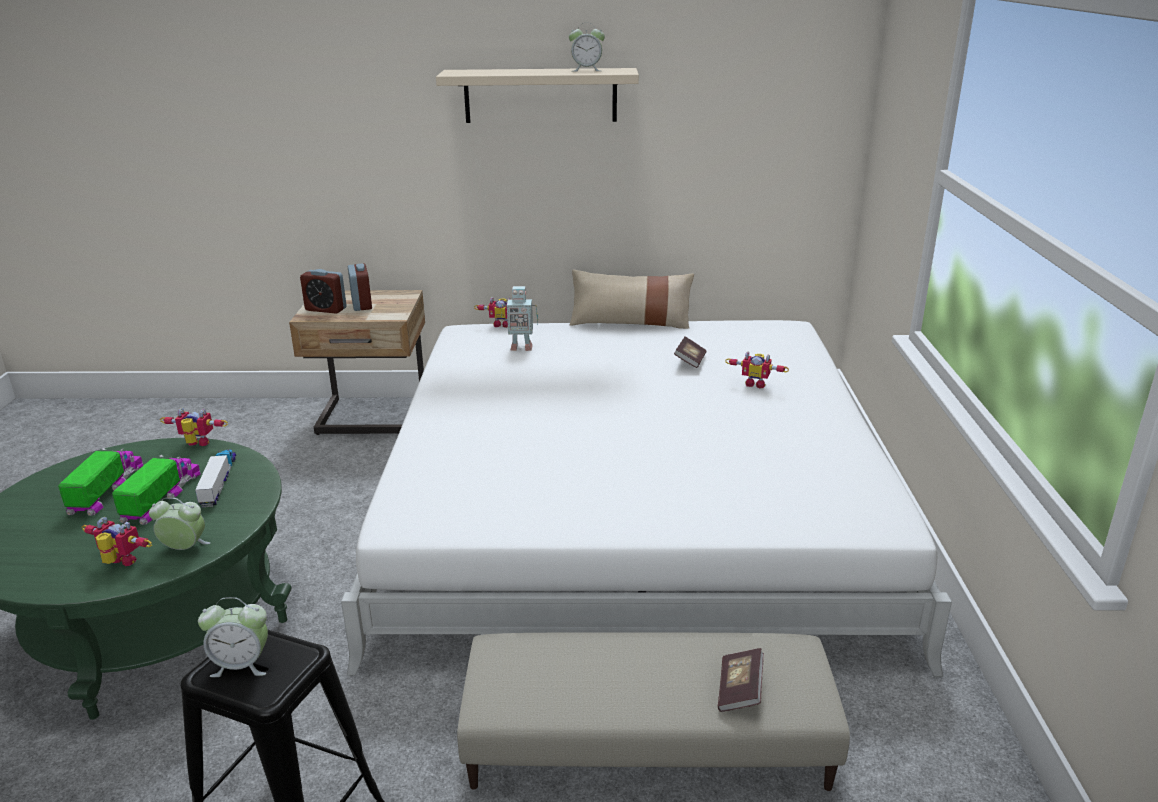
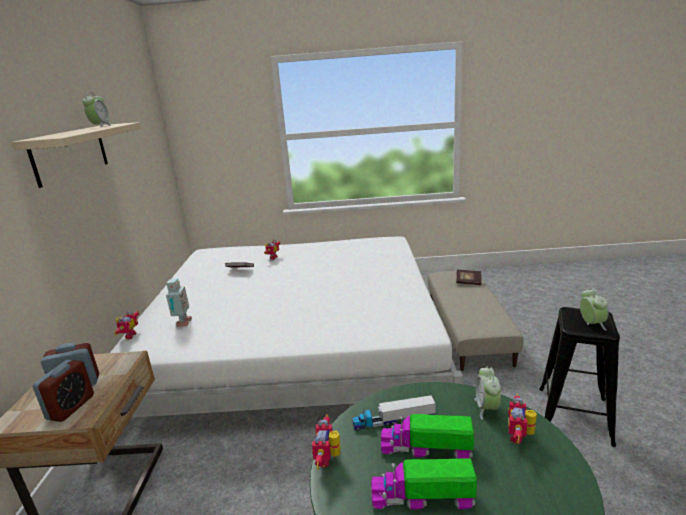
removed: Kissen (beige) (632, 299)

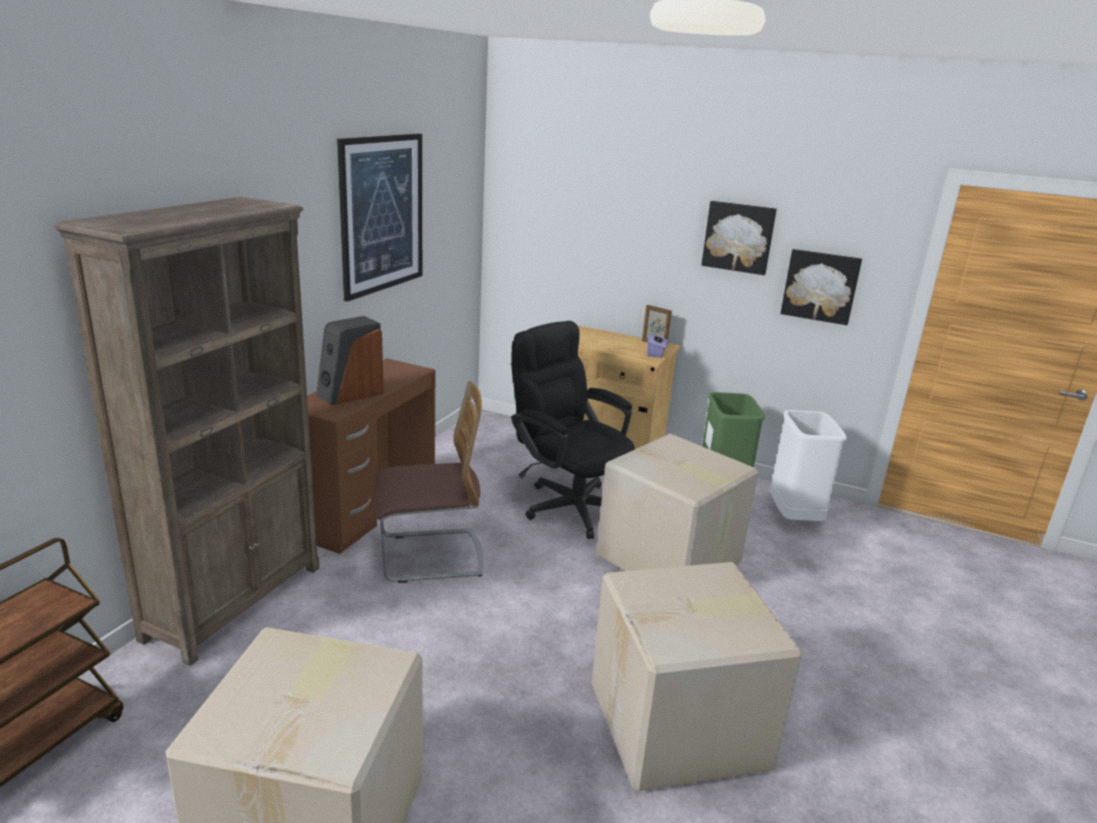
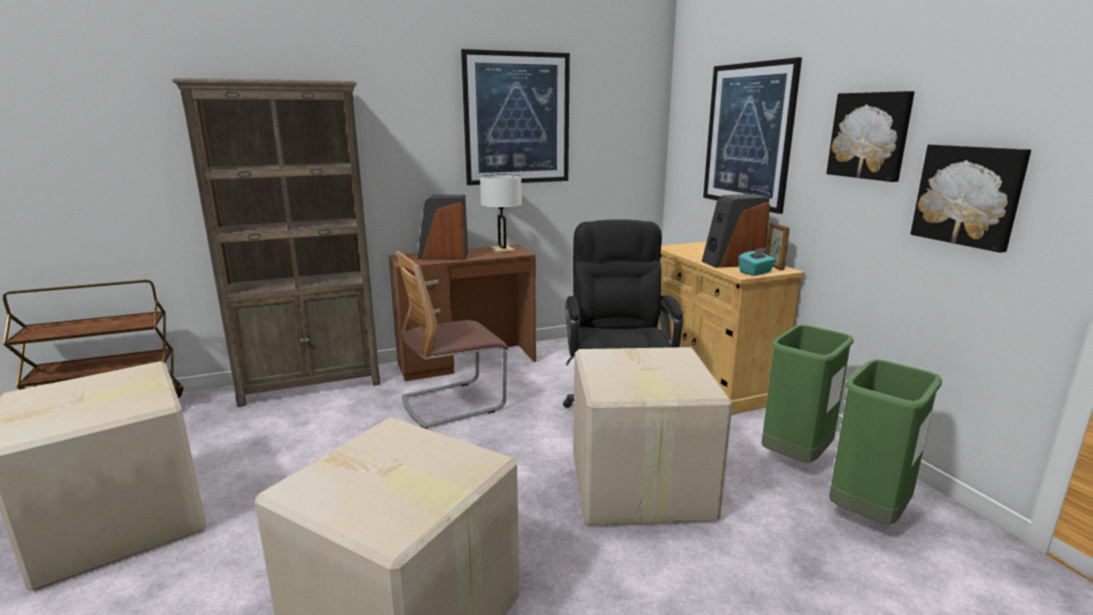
added: Bild (752, 135); Tischlampe (weiß) (501, 213); Lautsprecher (736, 231)
recoloured: Taschentuchbox (lila) (657, 346) to Taschentuchbox (türkis) (757, 261); Mülleimer (weiß) (808, 465) to Mülleimer (grün) (885, 442)
turned: Stuhl (429, 482) = (452, 340) 120 degrees clockwise

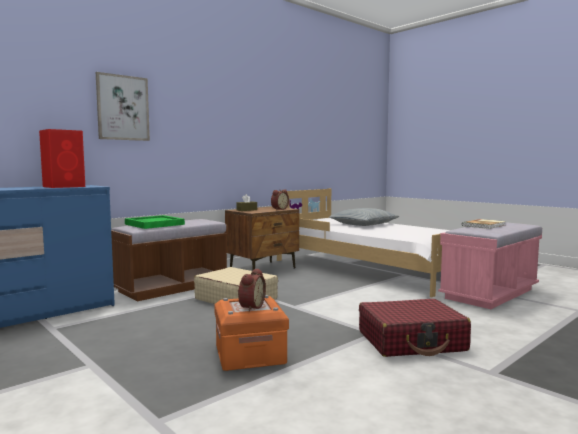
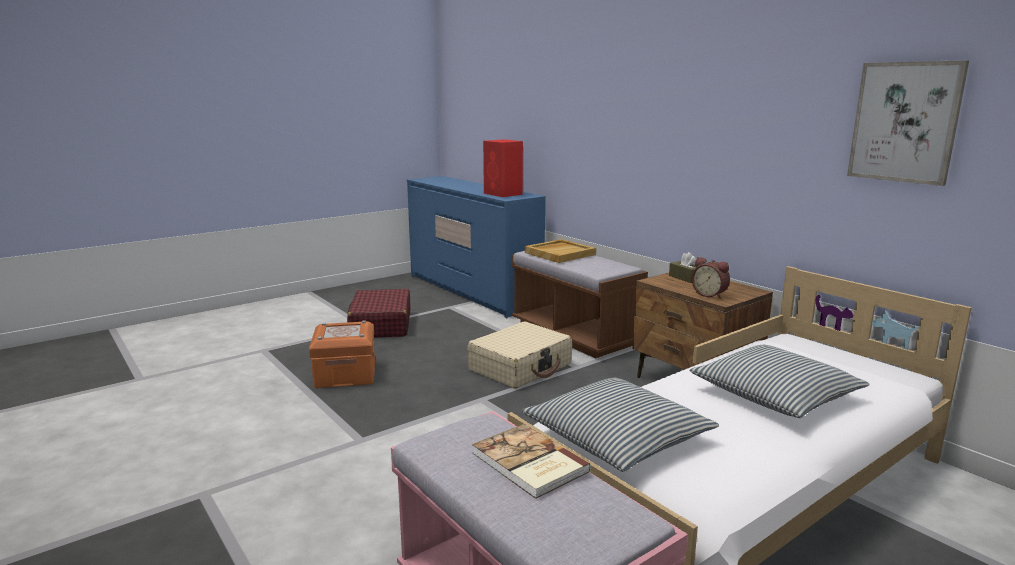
removed: Wecker (252, 290)
added: Kissen (620, 425)
moved: Bild (123, 106) to (908, 123); Koffer (rot) (415, 328) to (378, 313)
recoloured: Tablett (grün) (155, 222) to Tablett (beige) (560, 251)

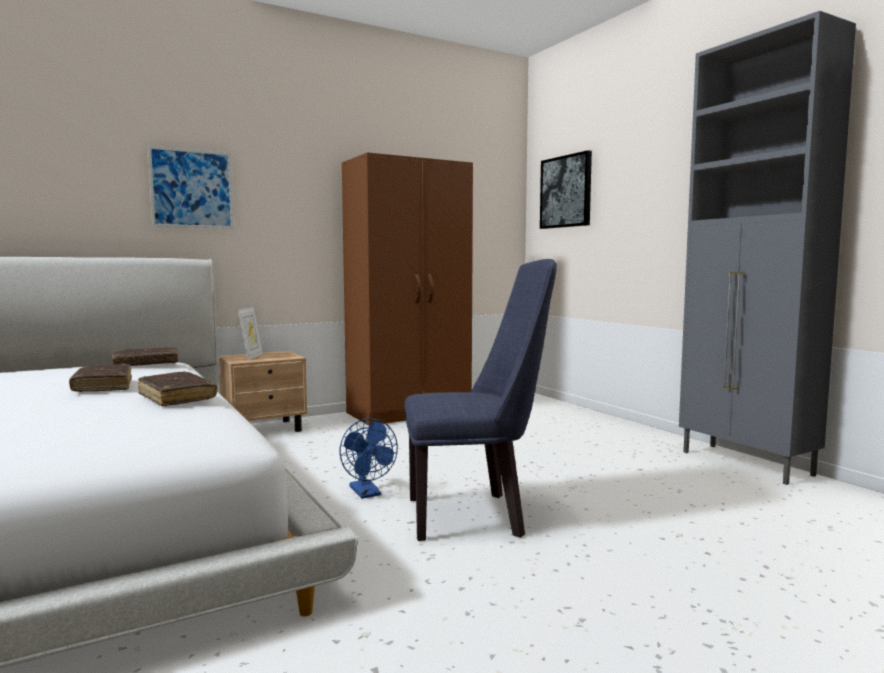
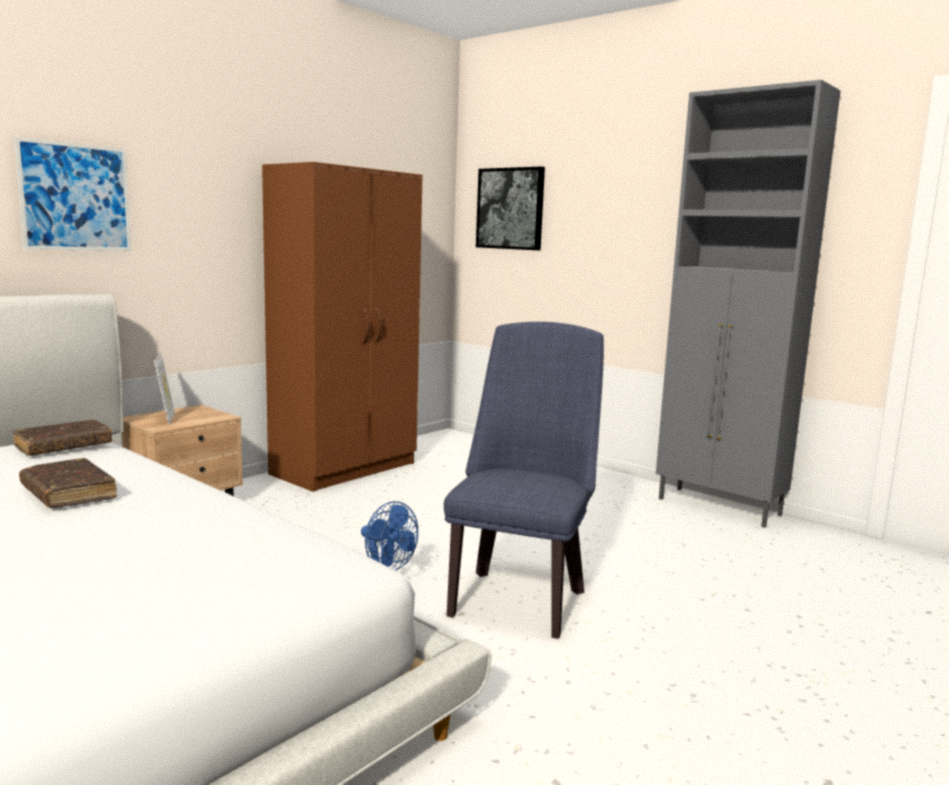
removed: Buch (braun) (177, 388)
turned: Stuhl (blau) (480, 400) = (524, 480) 45 degrees counterclockwise

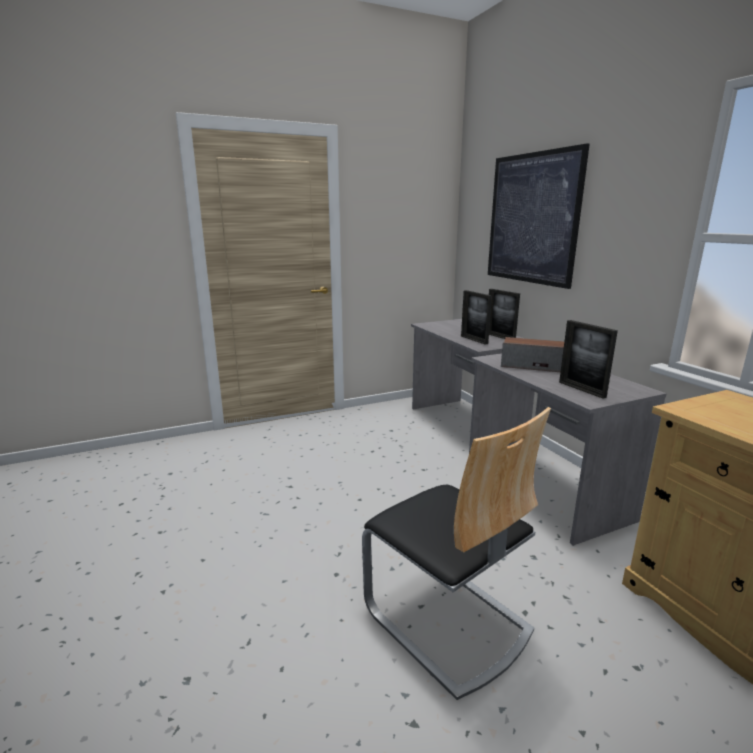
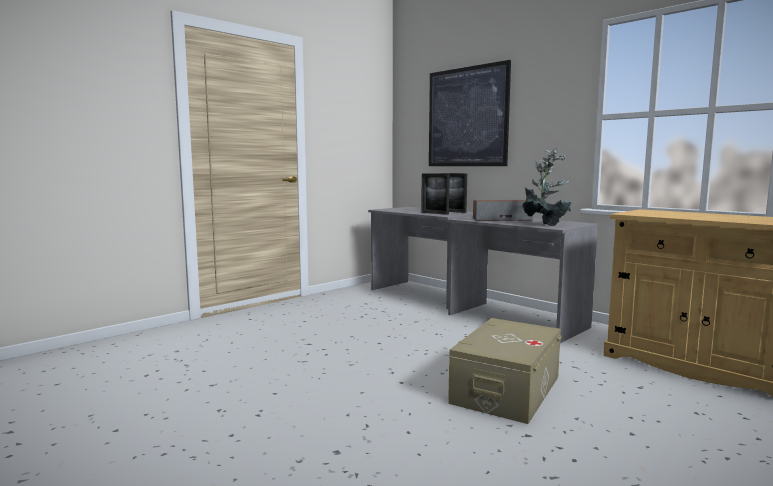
replaced: Bilderrahmen (588, 359) to Topfpflanze (547, 187); Stuhl (456, 553) to Aufbewahrungsbox (beige) (505, 371)

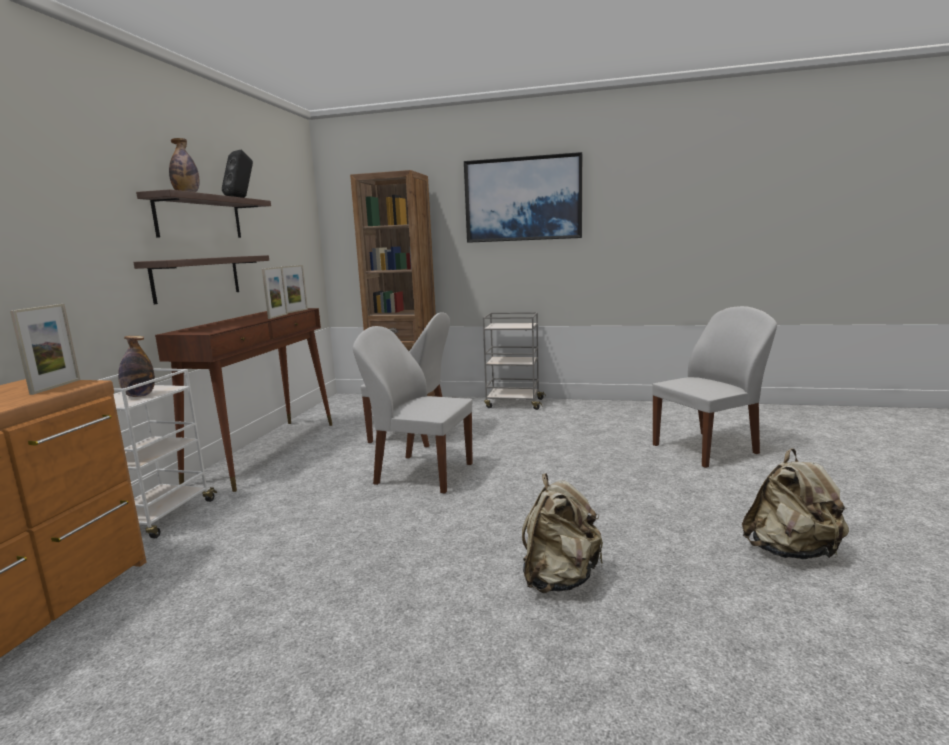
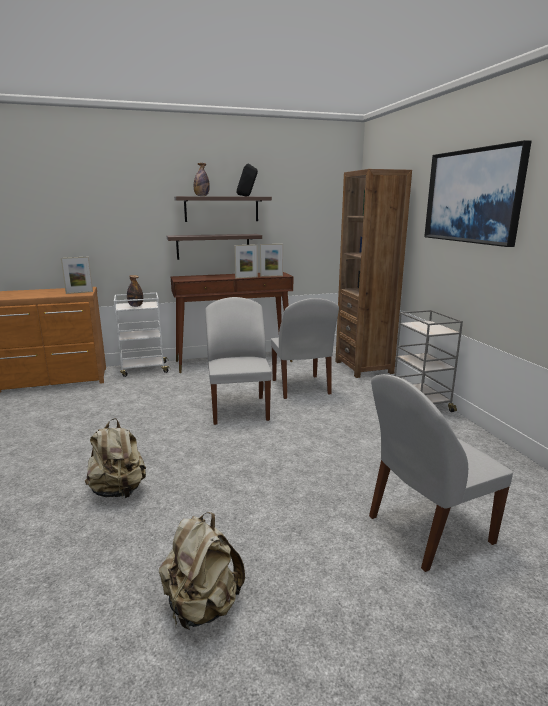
turned: Stuhl (weiß) (714, 387) = (441, 473) 120 degrees clockwise

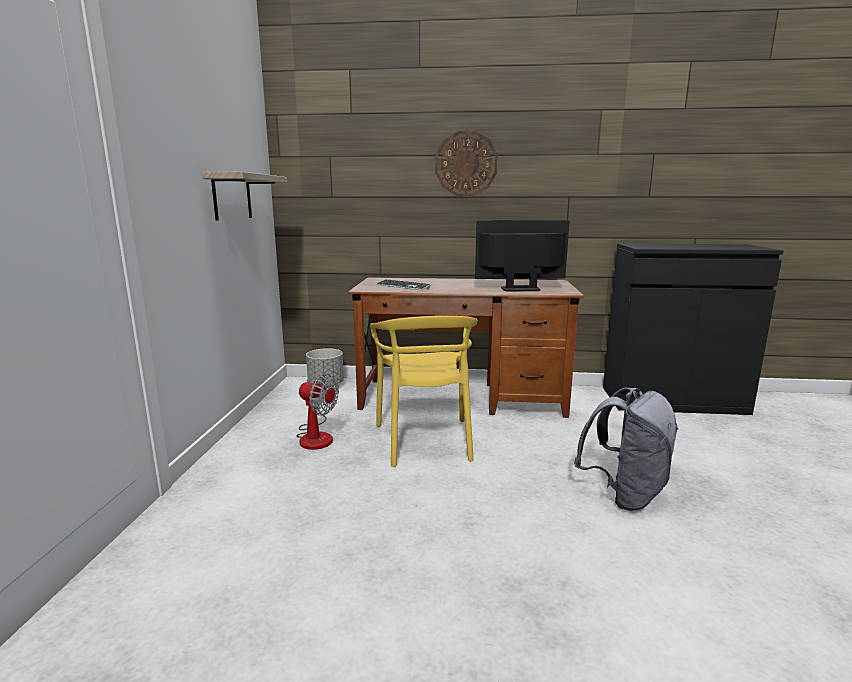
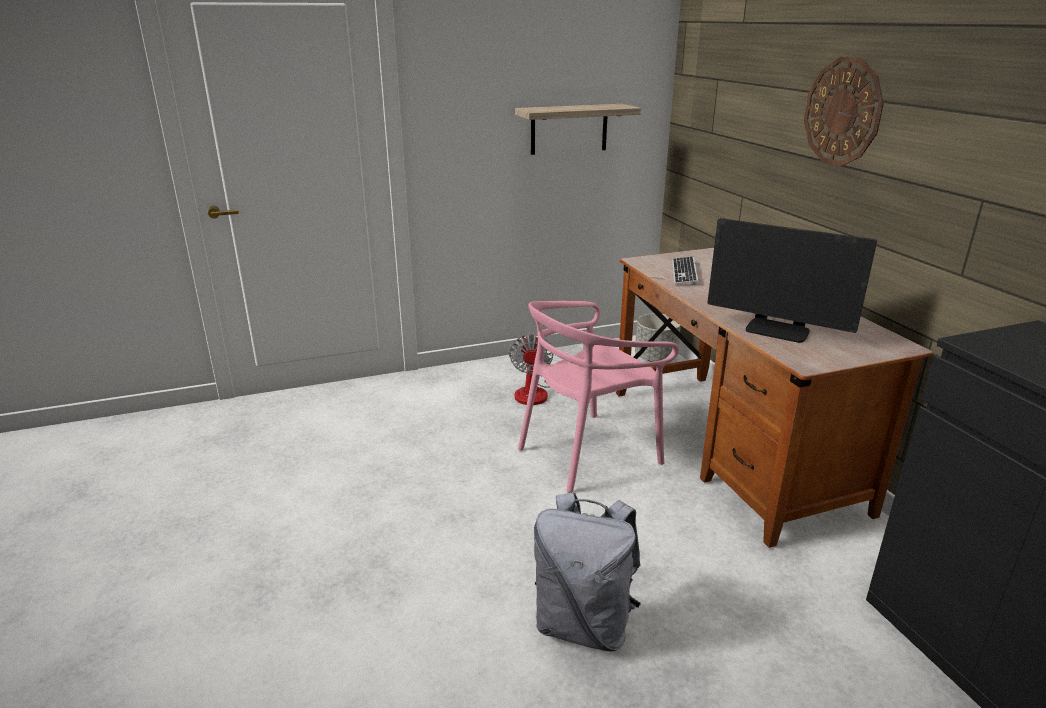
recoloured: Stuhl (gelb) (424, 391) to Stuhl (rosa) (598, 397)
turned: Monitor (522, 256) = (792, 280) 150 degrees clockwise

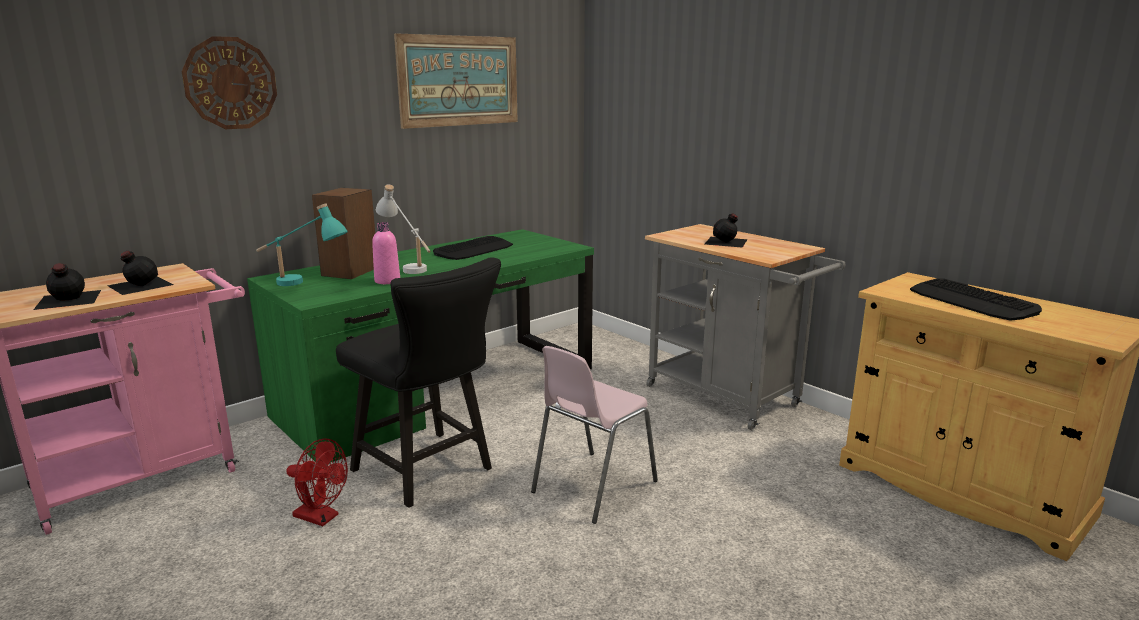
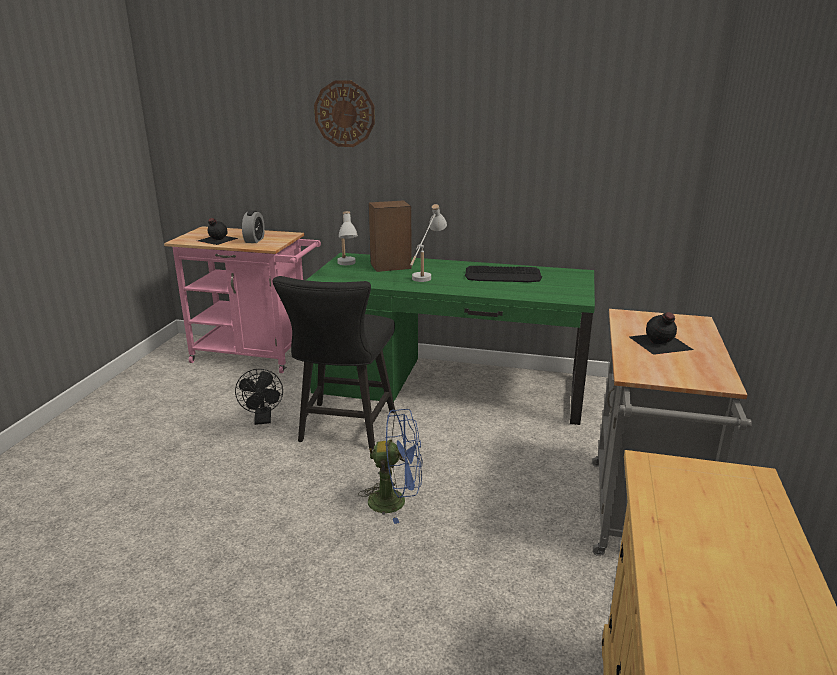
removed: Bild (456, 81); Flasche (rosa) (386, 253); Tastatur (976, 299)
replaced: Flasche (schwarz) (140, 273) to Wecker (253, 226); Stuhl (rosa) (594, 435) to Ventilator (blau) (390, 466)
recoloured: Tischlampe (türkis) (302, 245) to Tischlampe (weiß) (347, 238); Ventilator (rot) (317, 482) to Ventilator (schwarz) (259, 397)

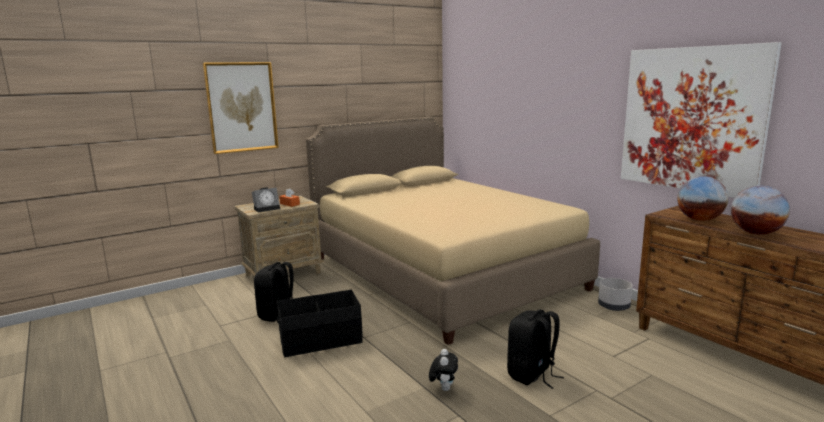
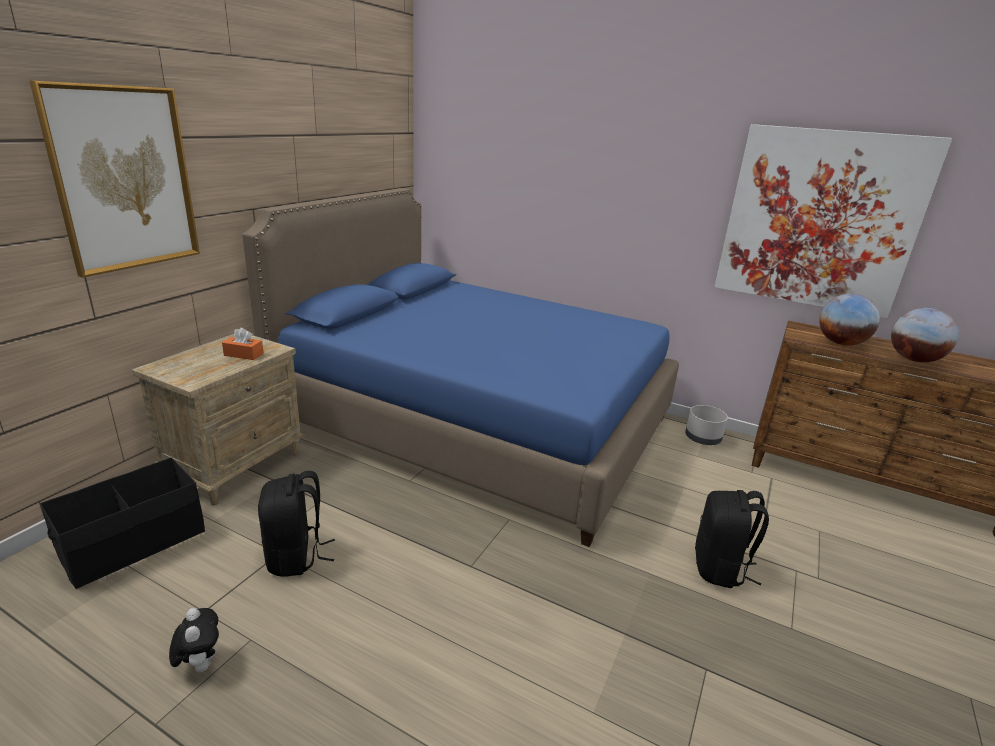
removed: Wecker (266, 199)
moved: Aufbewahrungsbox (schwarz) (320, 323) to (122, 523); Plüschtier (443, 370) to (194, 640)
recoloured: Bett (beige) (453, 231) to Bett (blau) (460, 367)

